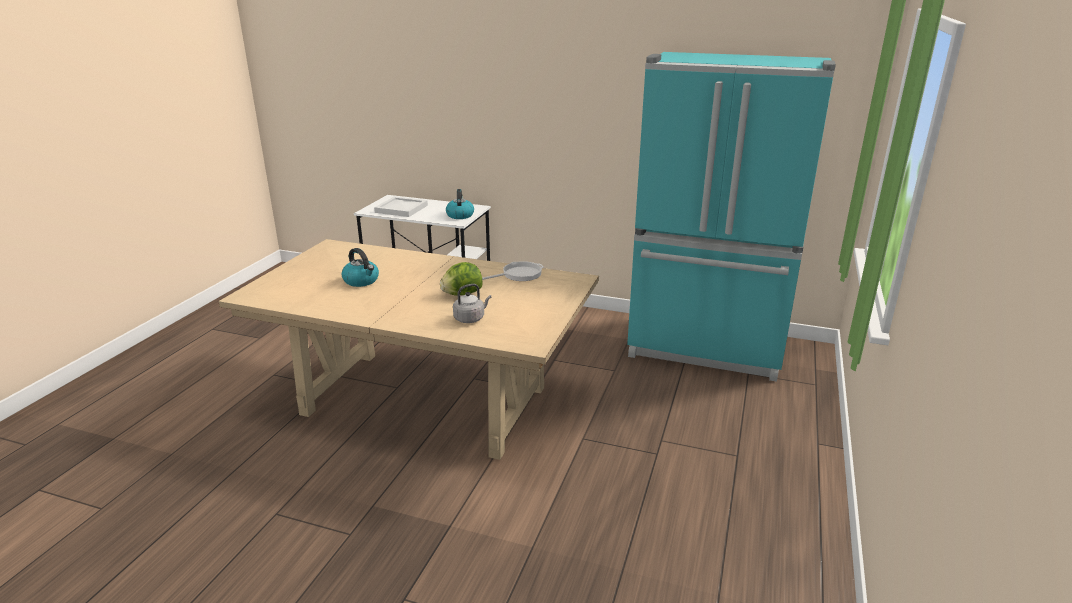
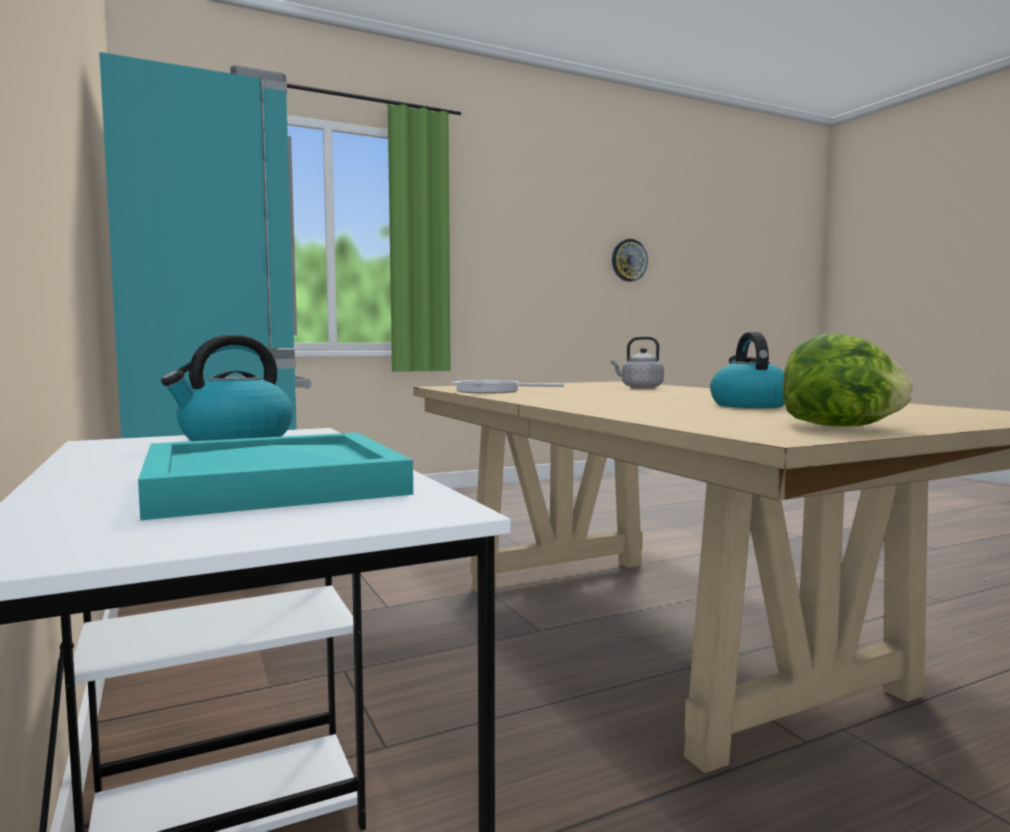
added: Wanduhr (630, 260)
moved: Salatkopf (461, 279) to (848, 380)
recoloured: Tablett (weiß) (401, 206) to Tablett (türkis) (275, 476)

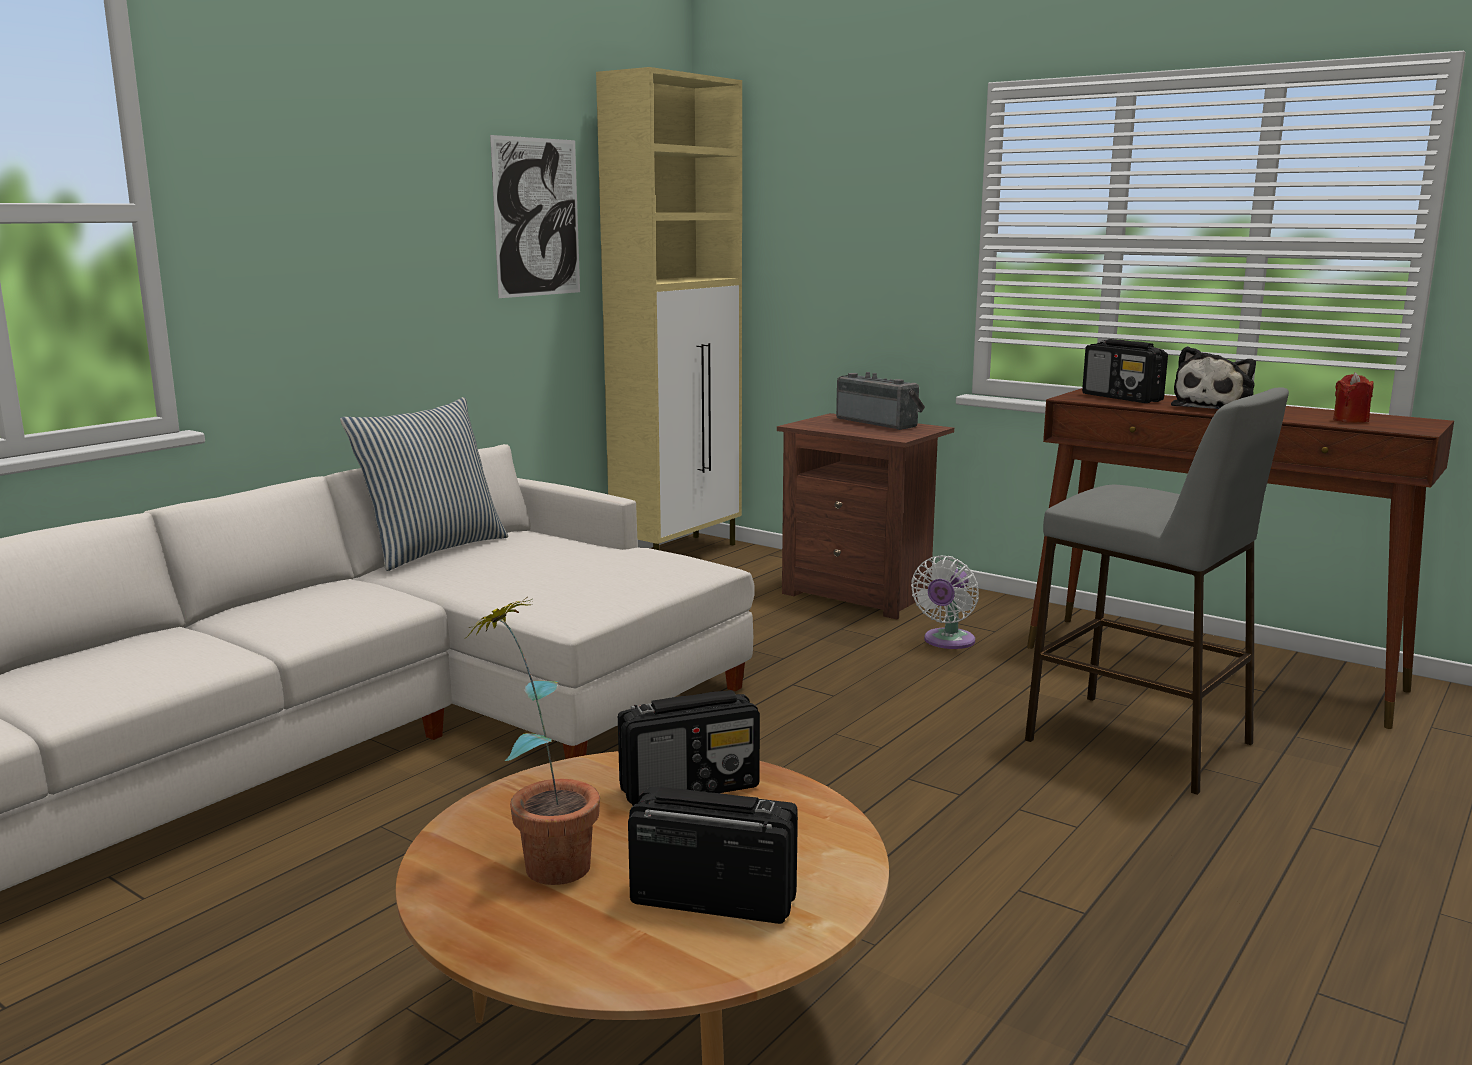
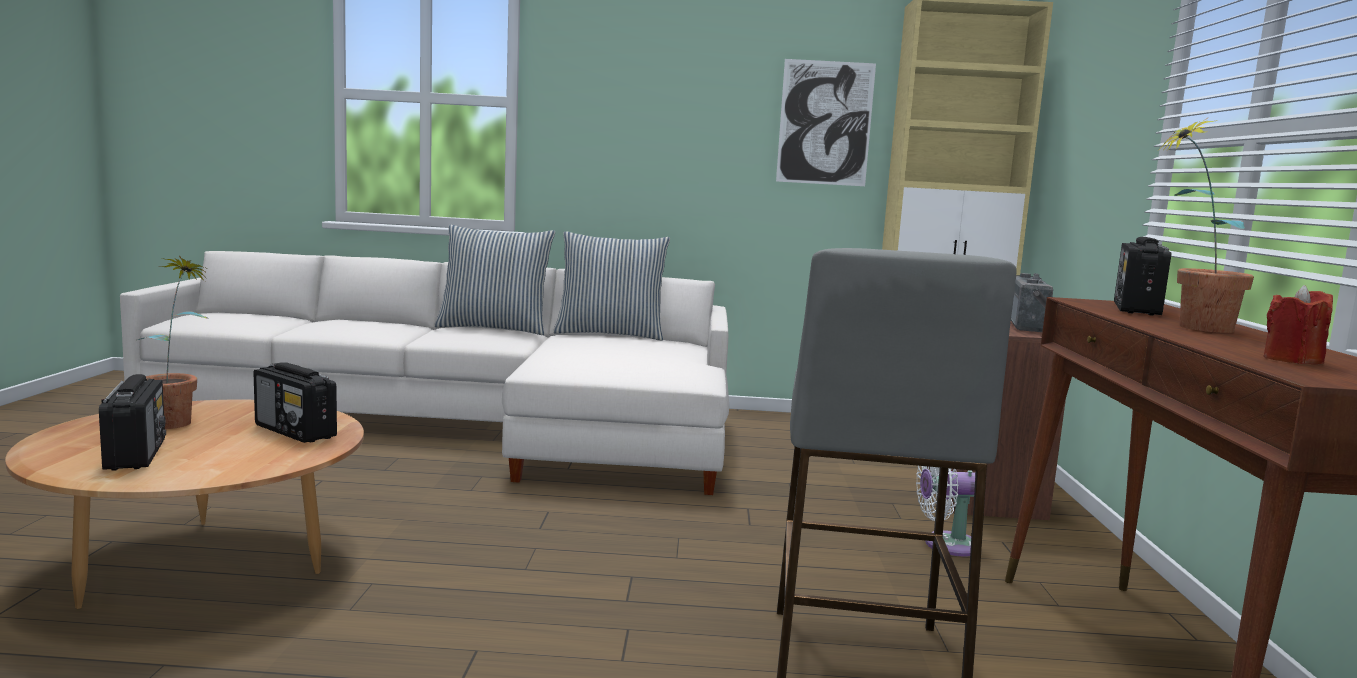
added: Kissen (494, 280)
replaced: Plüschtier (1213, 377) to Topfpflanze (1205, 225)

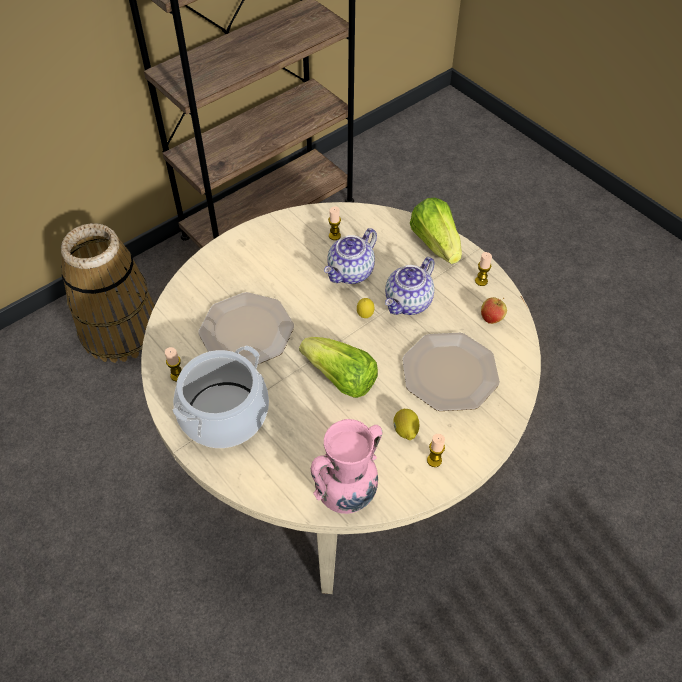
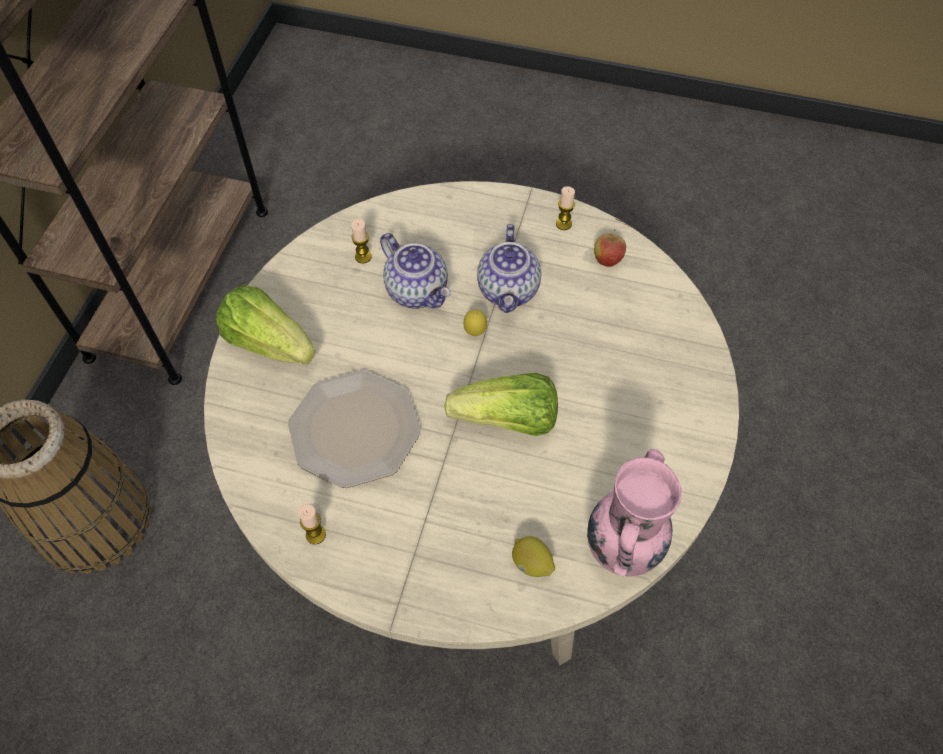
removed: Teller (451, 372); Kochtopf (221, 397); Kerze (436, 450)
moved: Salatkopf (436, 231) to (266, 325); Zitrone (406, 424) to (533, 556)
turned: Teekanne (350, 256) = (415, 271) 45 degrees counterclockwise

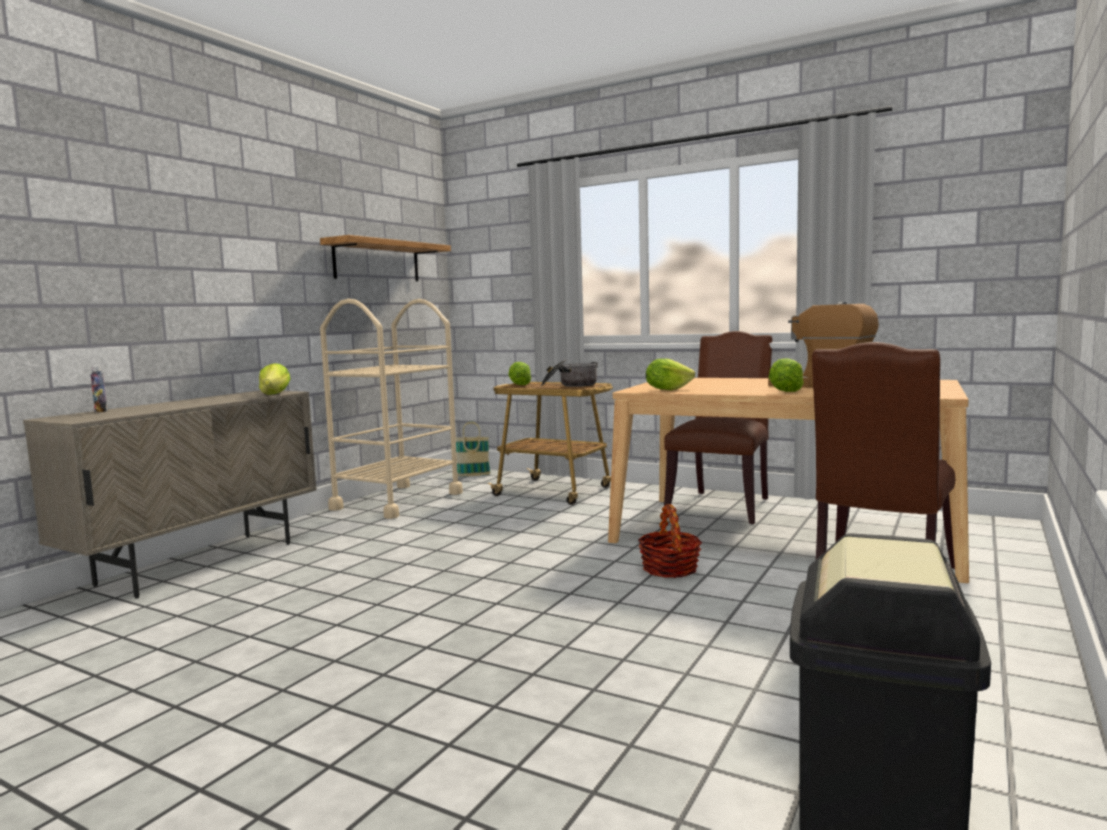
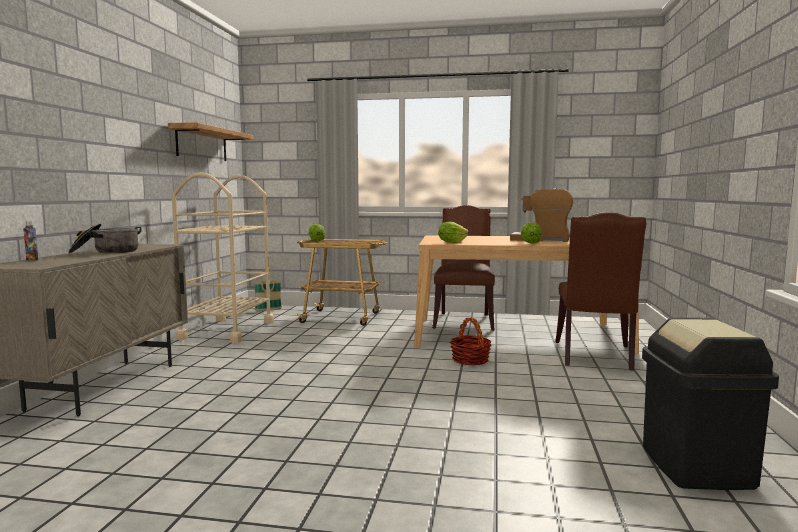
removed: Salatkopf (275, 379)
moved: Kochtopf (569, 373) to (105, 238)

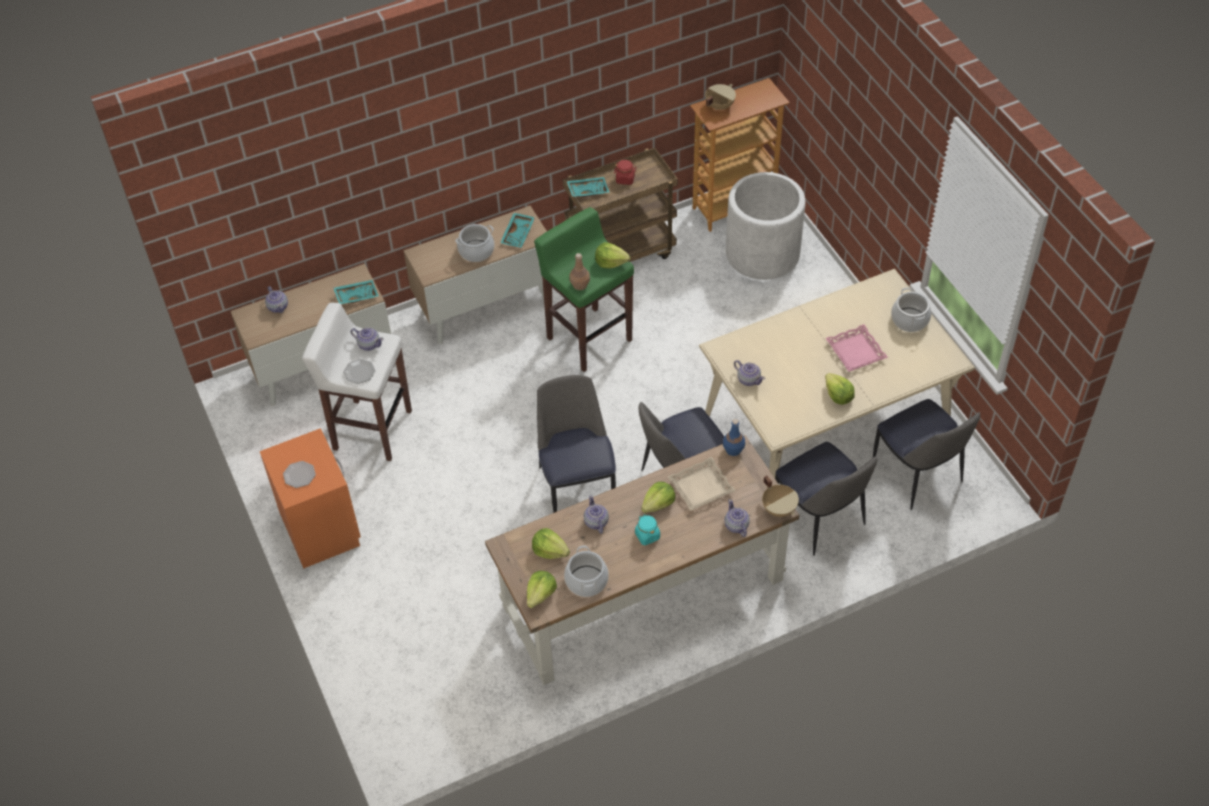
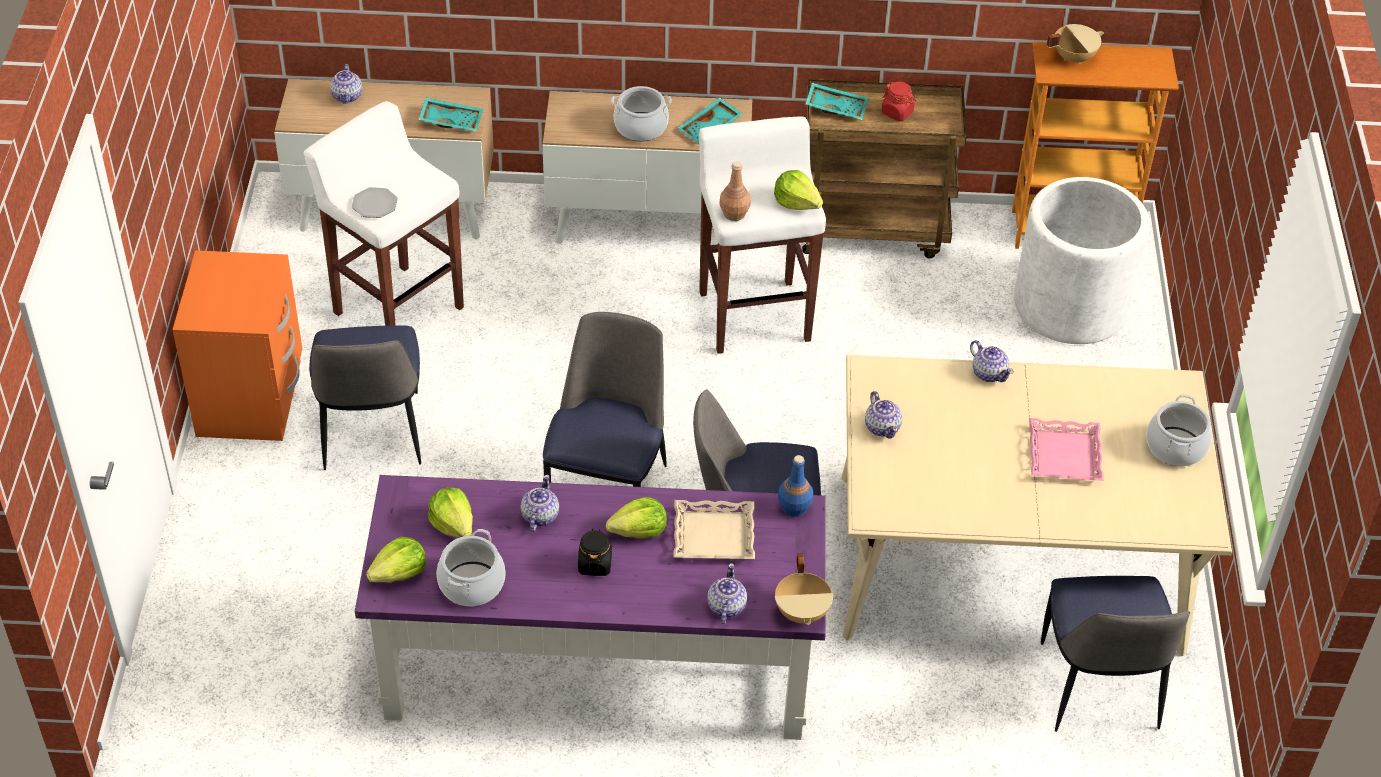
removed: Salatkopf (840, 389); Teller (299, 474)
moved: Teekanne (367, 339) to (992, 361); Stuhl (826, 499) to (365, 398)
recoloured: Hocker (grün) (584, 289) to Hocker (weiß) (762, 235); Schreibtisch (braun) (642, 560) to Schreibtisch (lila) (590, 607); Vorratsglas (türkis) (647, 529) to Vorratsglas (schwarz) (595, 552)

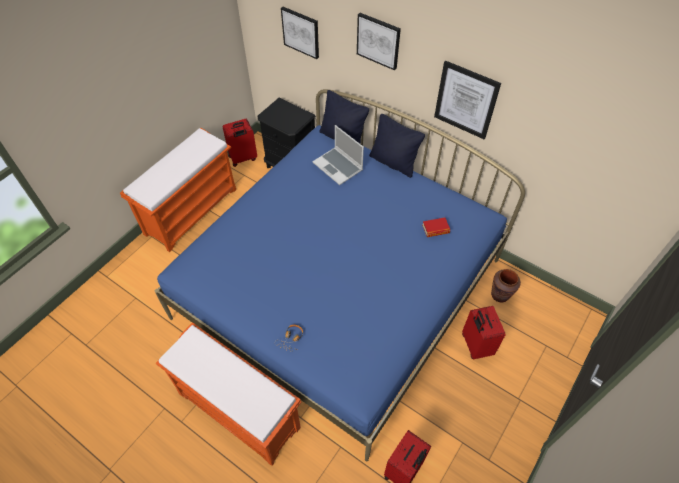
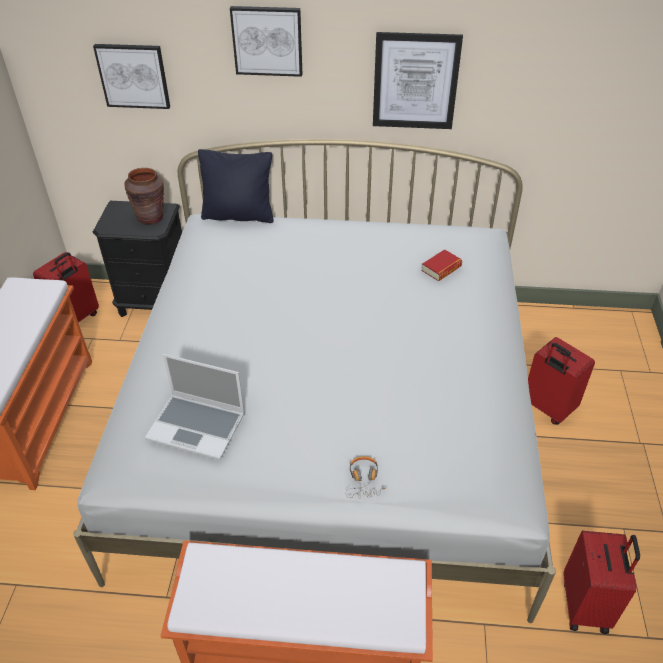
removed: Kissen (schwarz) (397, 146)
moved: Laptop (338, 155) to (195, 407); Vase (braun) (506, 286) to (144, 196)
recoloured: Bett (blau) (340, 275) to Bett (weiß) (314, 381)

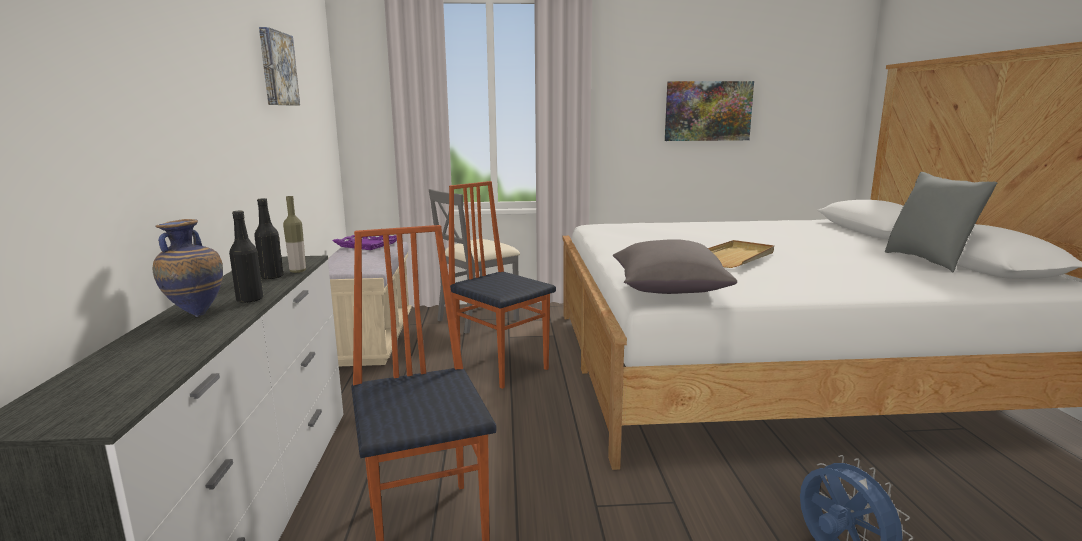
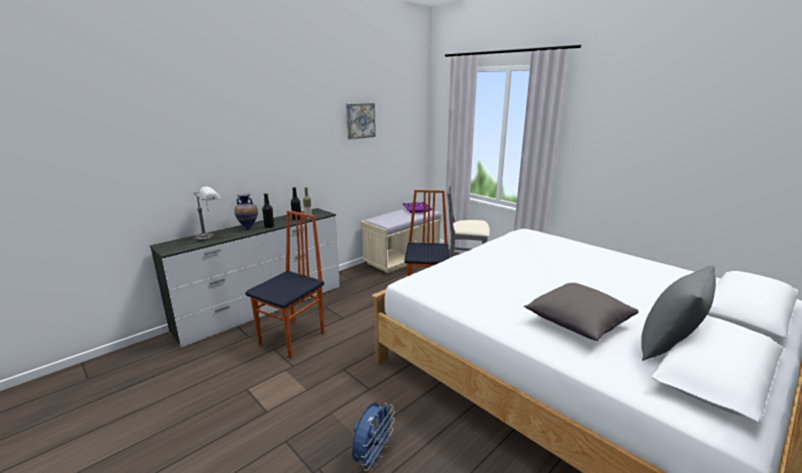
removed: Bild (709, 111); Tablett (beige) (741, 254)
added: Tischlampe (grau) (207, 213)
moved: Kissen (grau) (675, 266) to (581, 312)

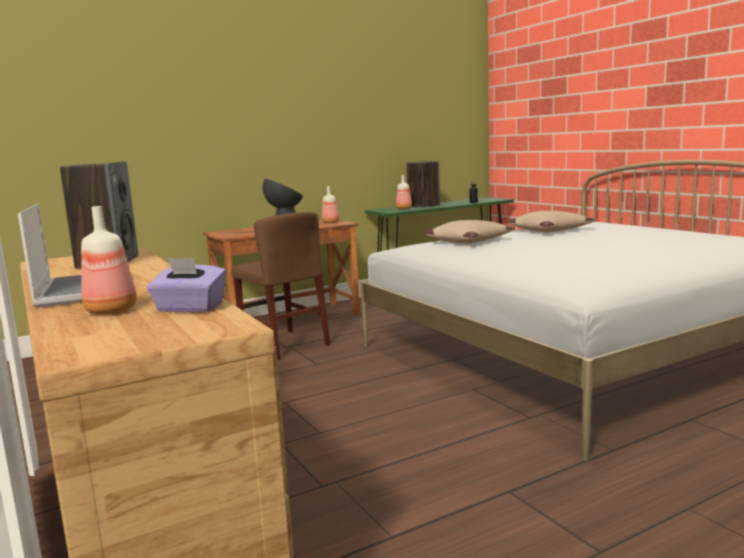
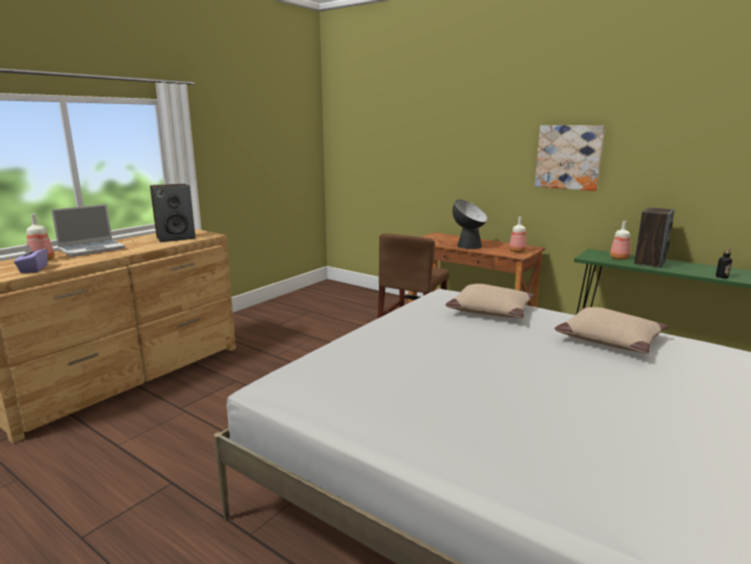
added: Bild (570, 158)

